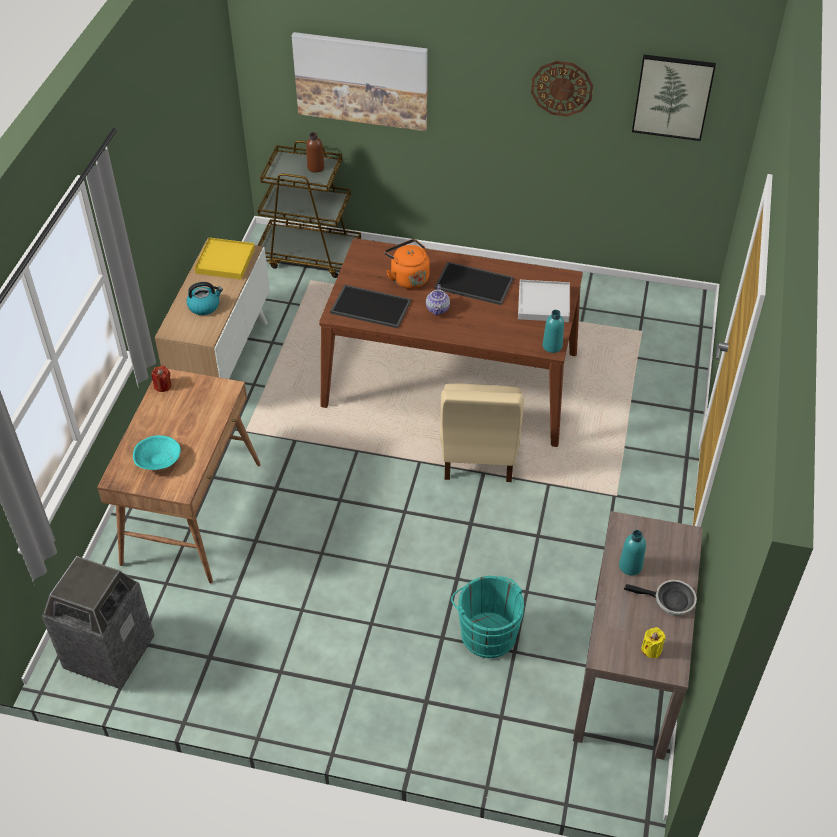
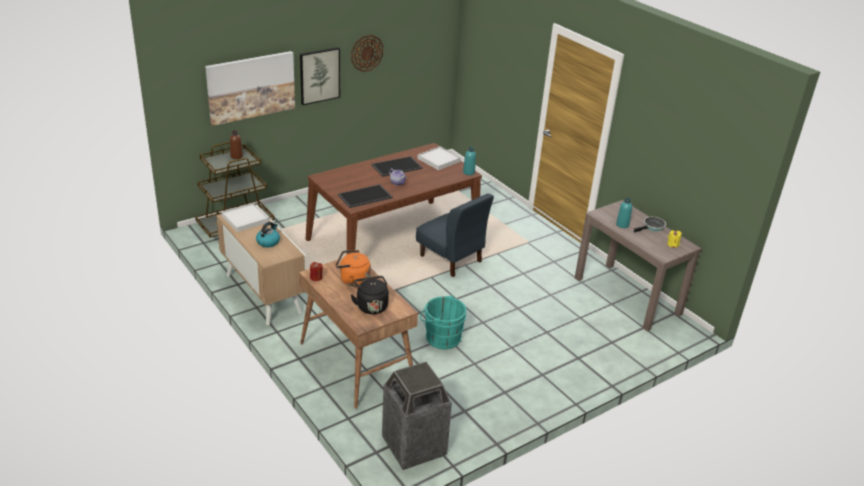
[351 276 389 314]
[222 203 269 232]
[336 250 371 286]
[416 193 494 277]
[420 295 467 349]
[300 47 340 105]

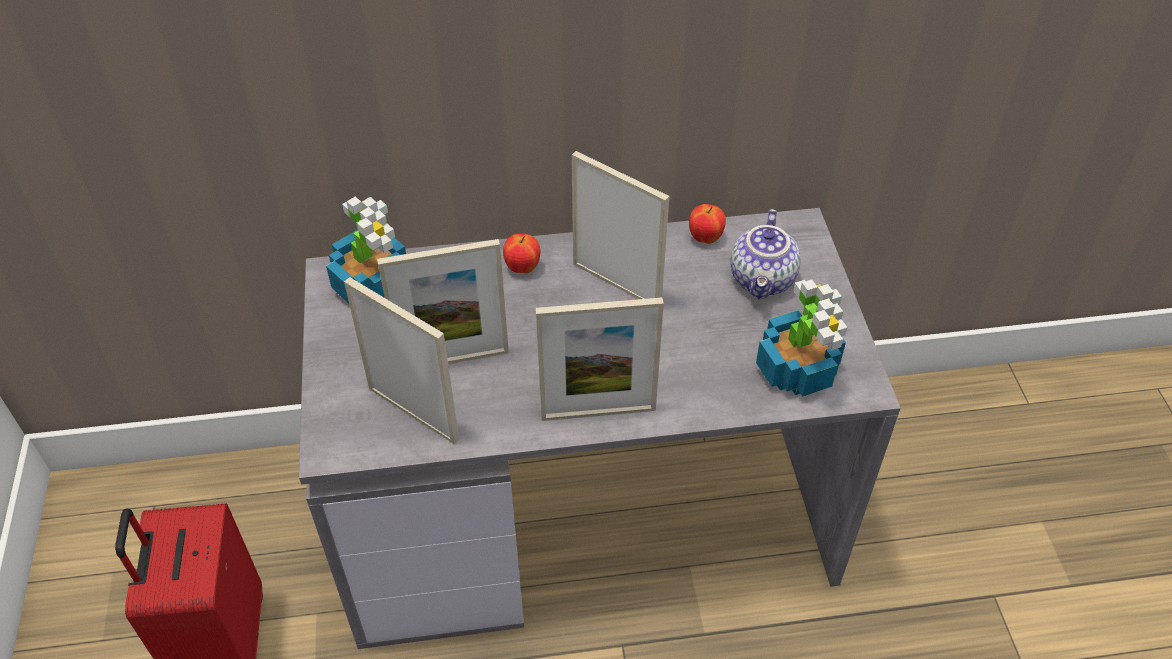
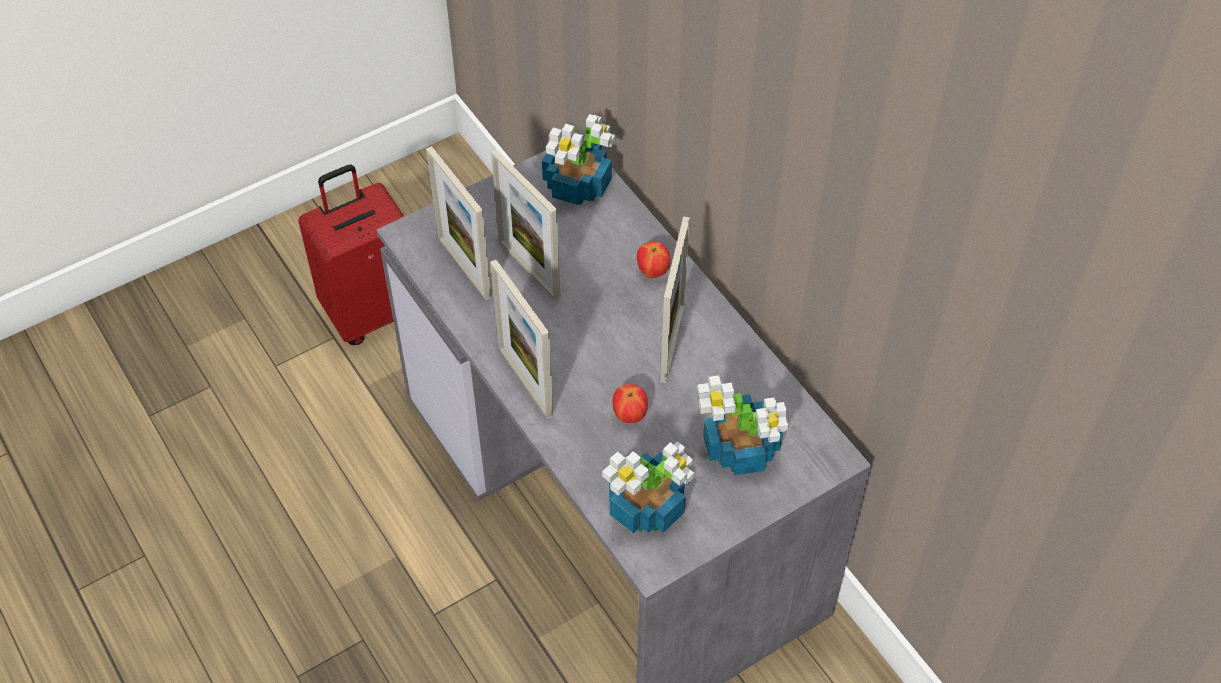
[426 146 491 300]
[612 384 648 423]
[697 375 788 475]

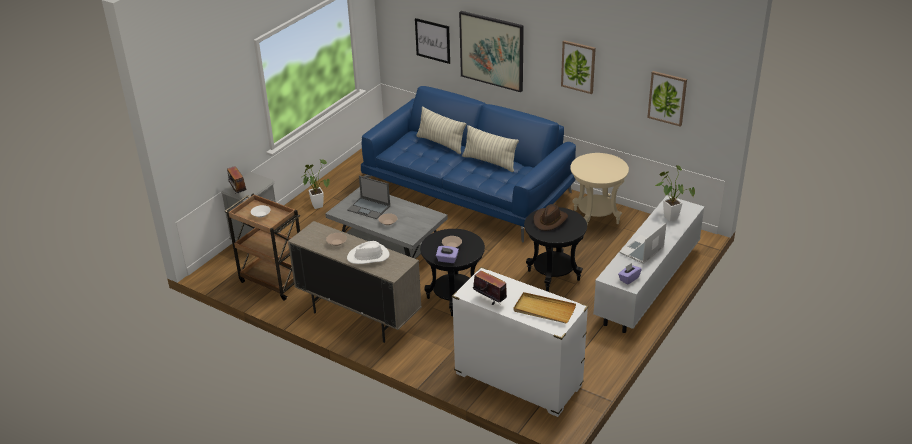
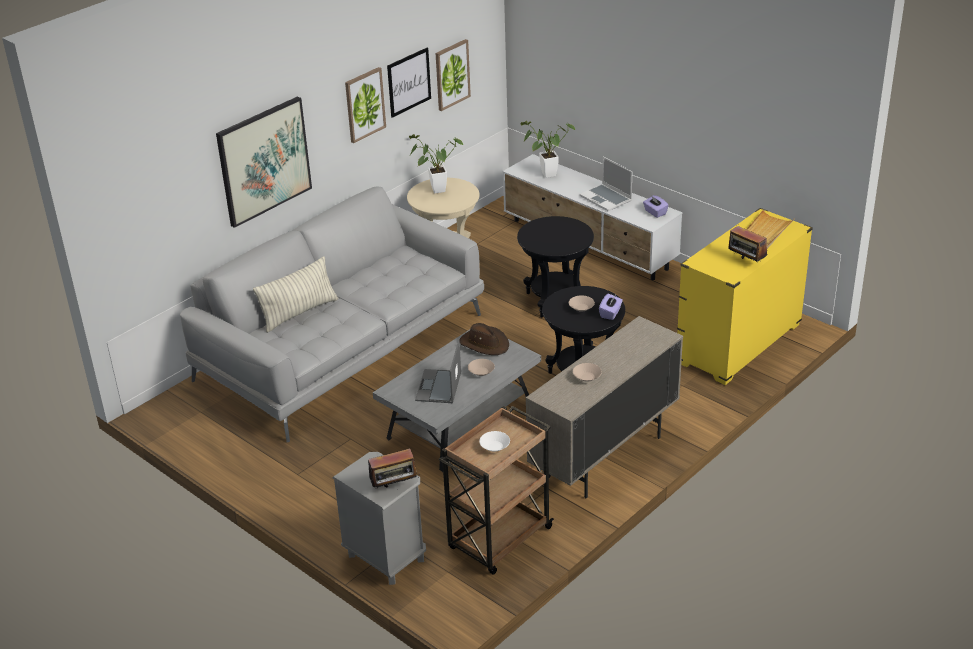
[409 134 463 193]
[415 341 461 403]
[347 241 389 264] (first image)
[180 187 484 442]
[387 48 431 118]
[677 208 813 385]
[462 125 519 172] (first image)
[728 226 767 262]
[459 323 509 355]

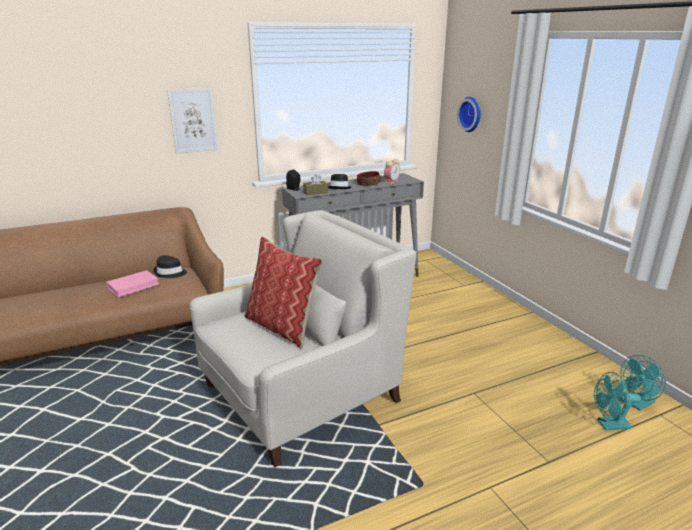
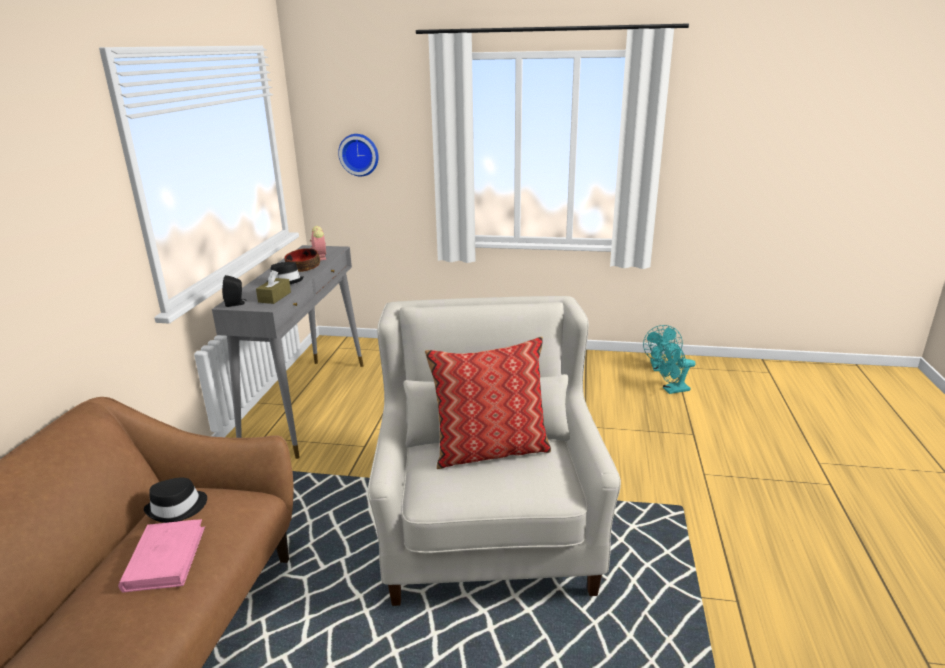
[167 88 218 153] (first image)
[658 342 696 394]

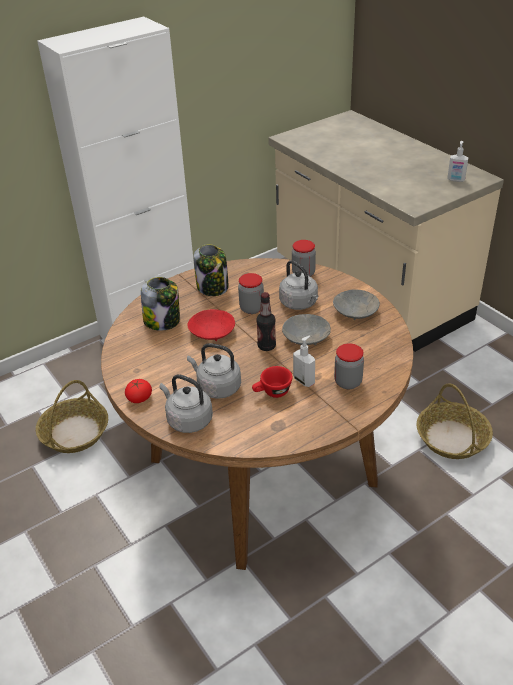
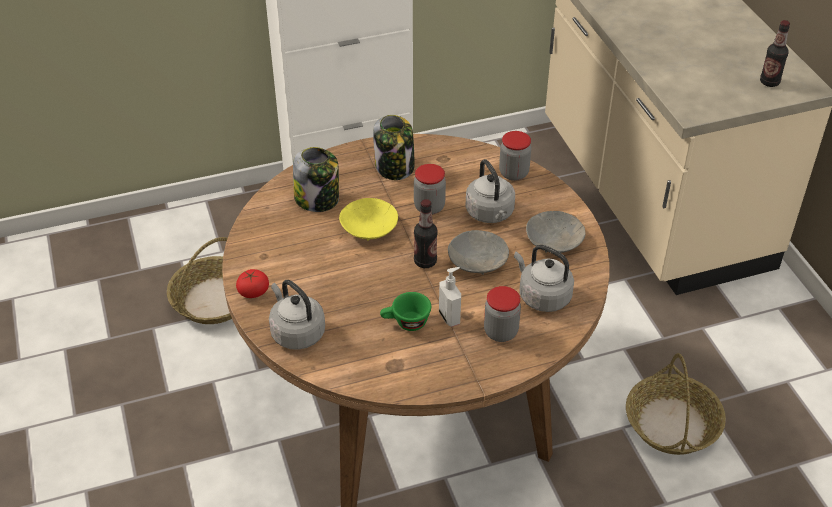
[339 198 398 241]
[514 245 574 312]
[380 292 431 331]
[760 20 790 87]

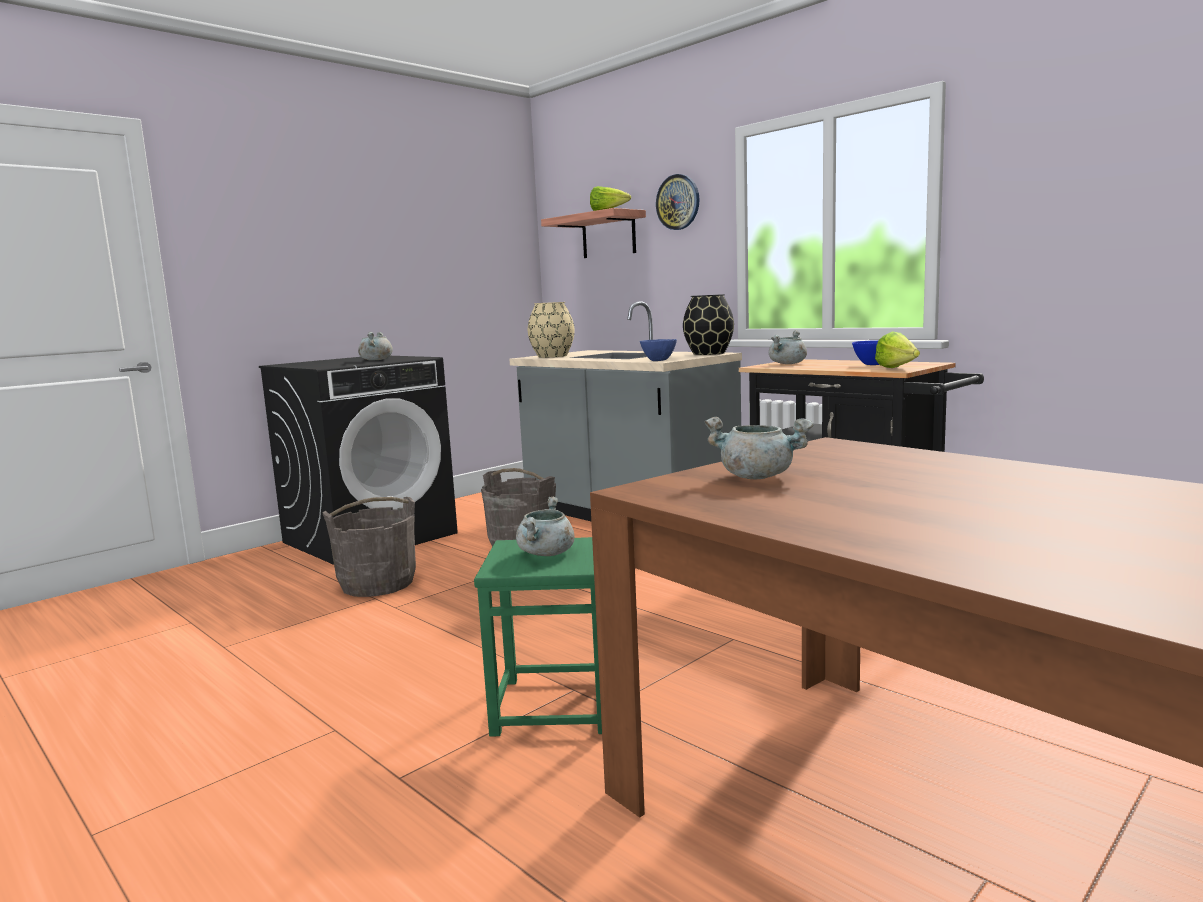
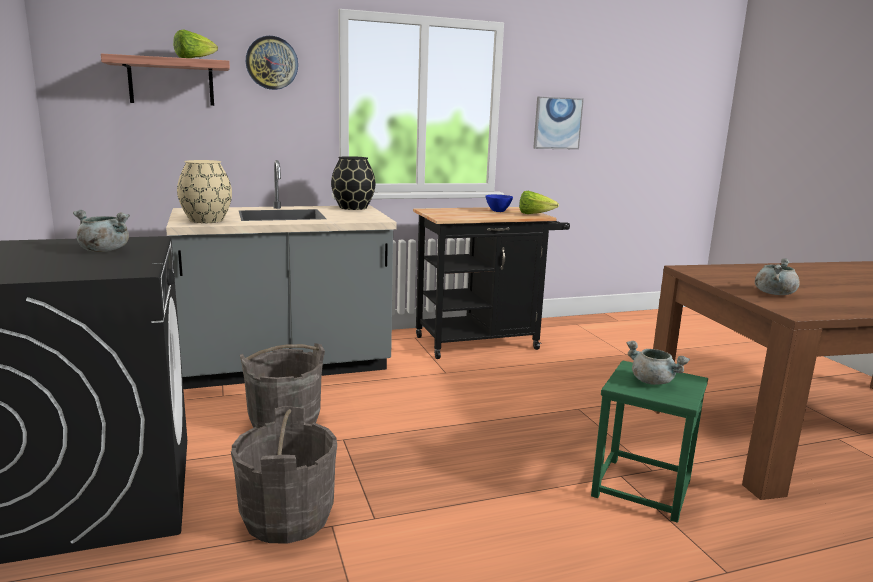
[640 339 677 361] (first image)
[769 330 807 364] (first image)
[533 96 584 150]

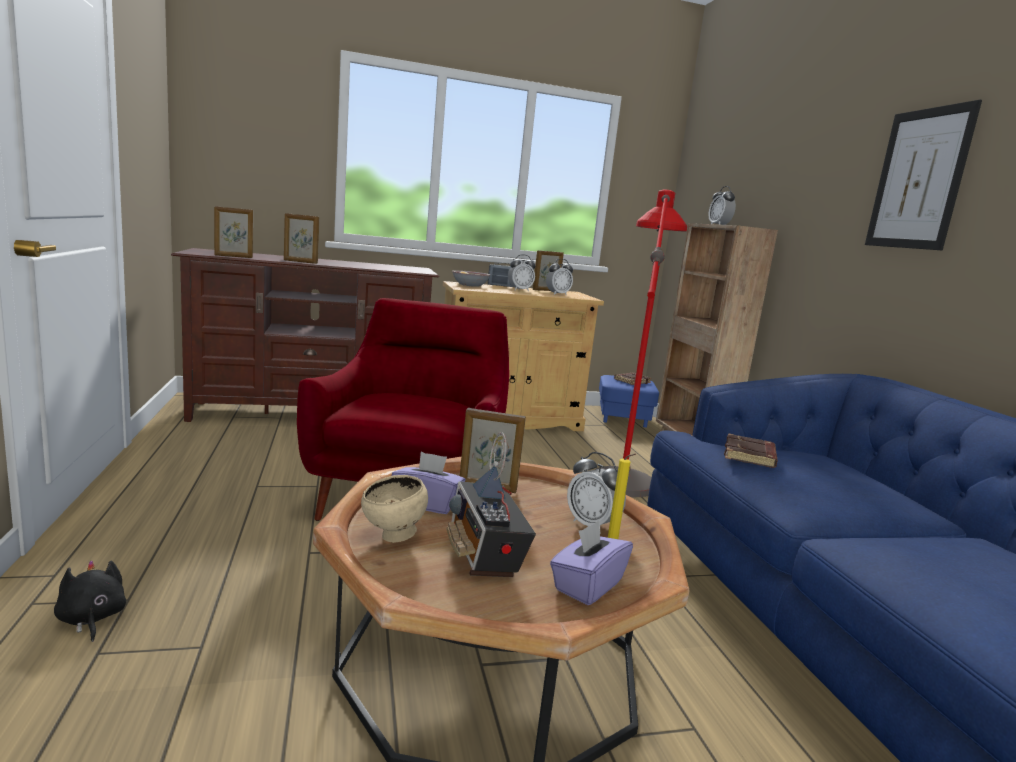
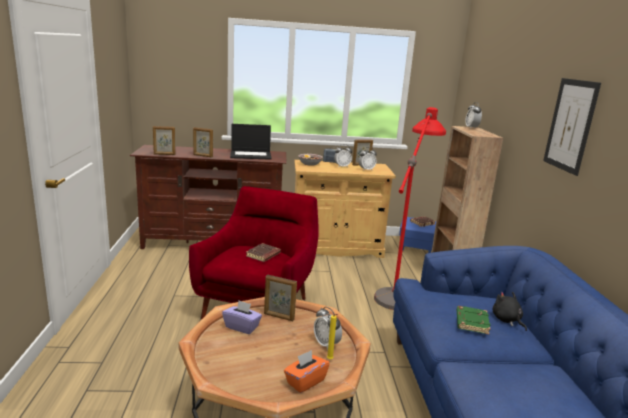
[492 291 527 331]
[361 475 428 543] (first image)
[447 432 536 577] (first image)
[284 350 330 393]
[246 243 281 262]
[230 124 272 160]
[457 306 491 334]

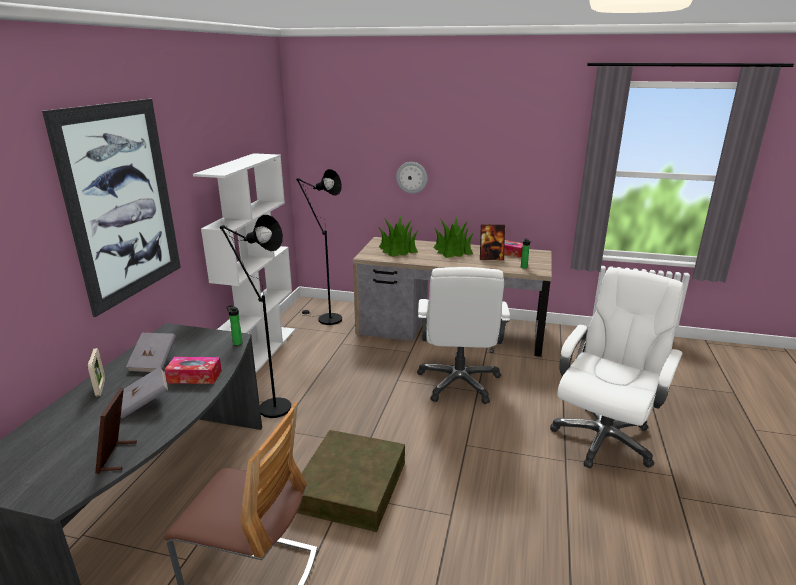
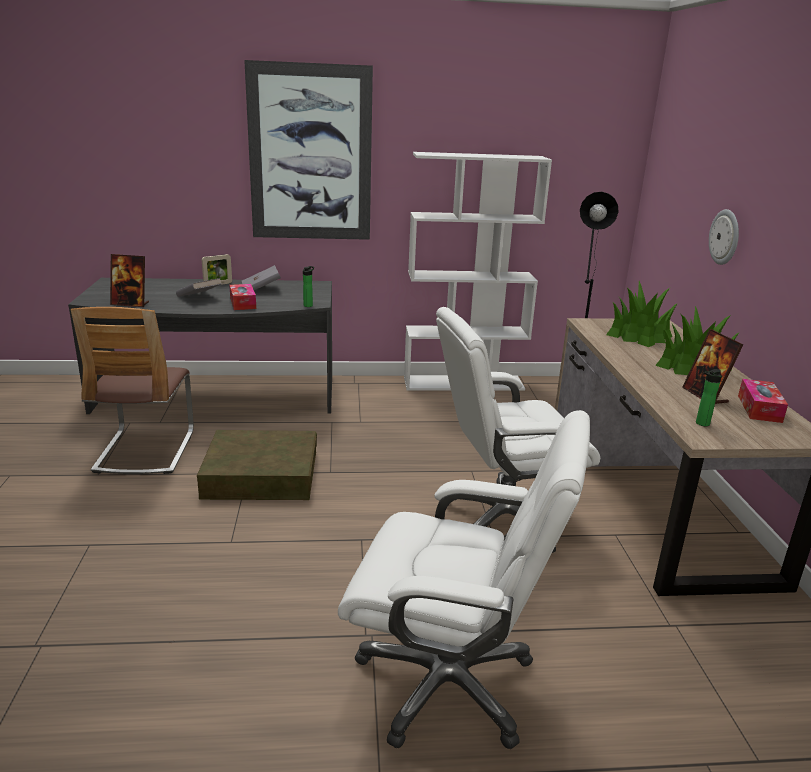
[110 254 149 307]
[220 215 291 418] (first image)

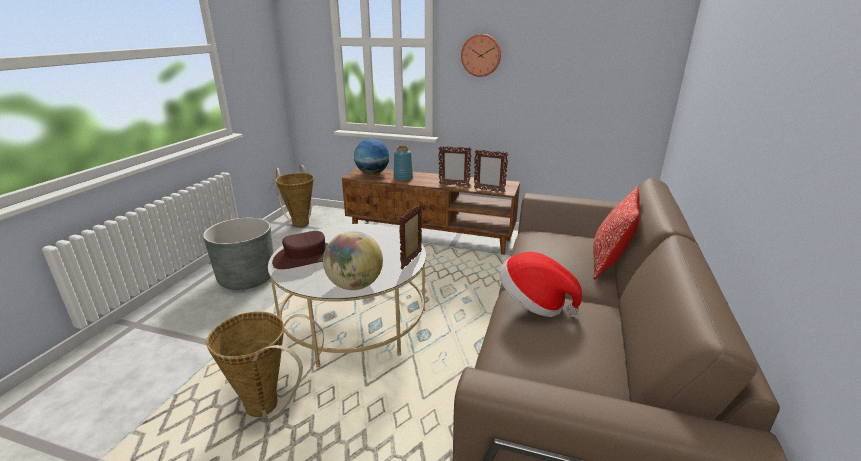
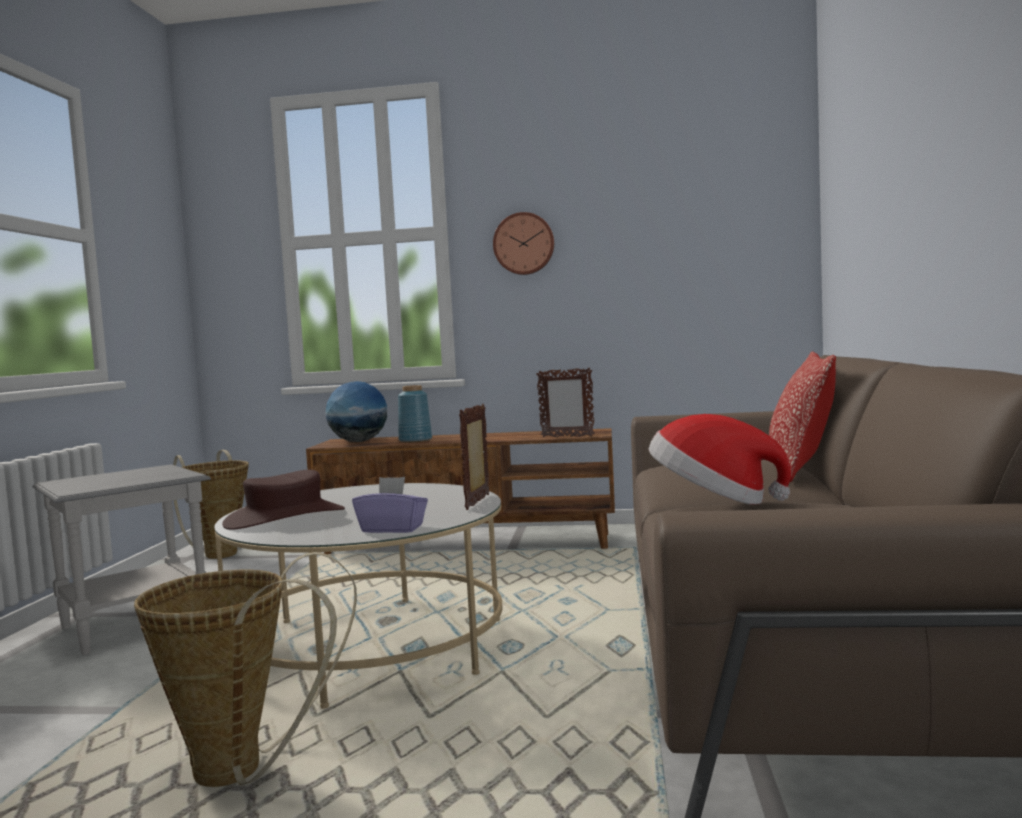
[32 464 211 655]
[352 477 428 533]
[438 146 472 186] (first image)

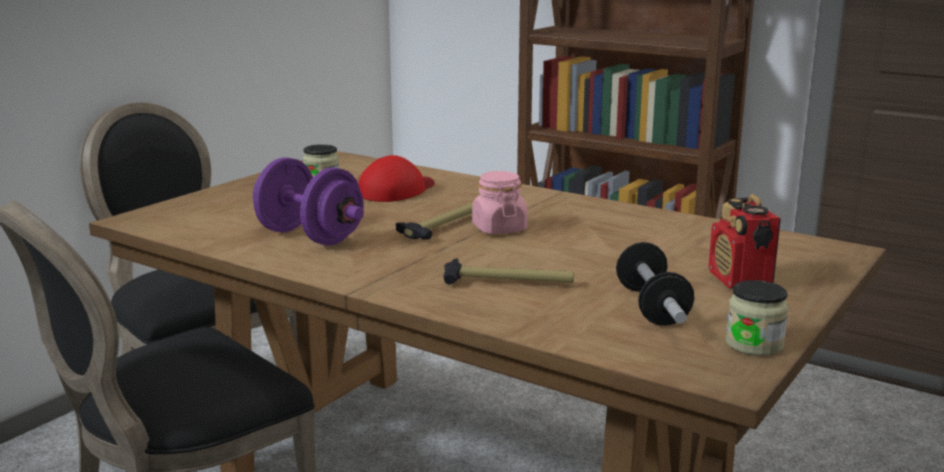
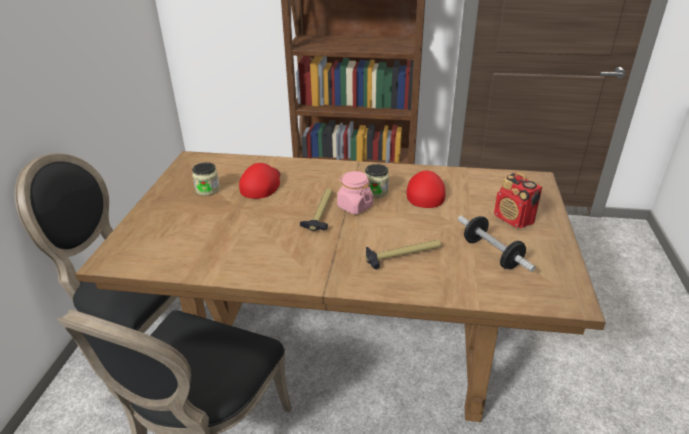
[253 157 364 246] (first image)
[365 164 389 198]
[406 170 445 208]

